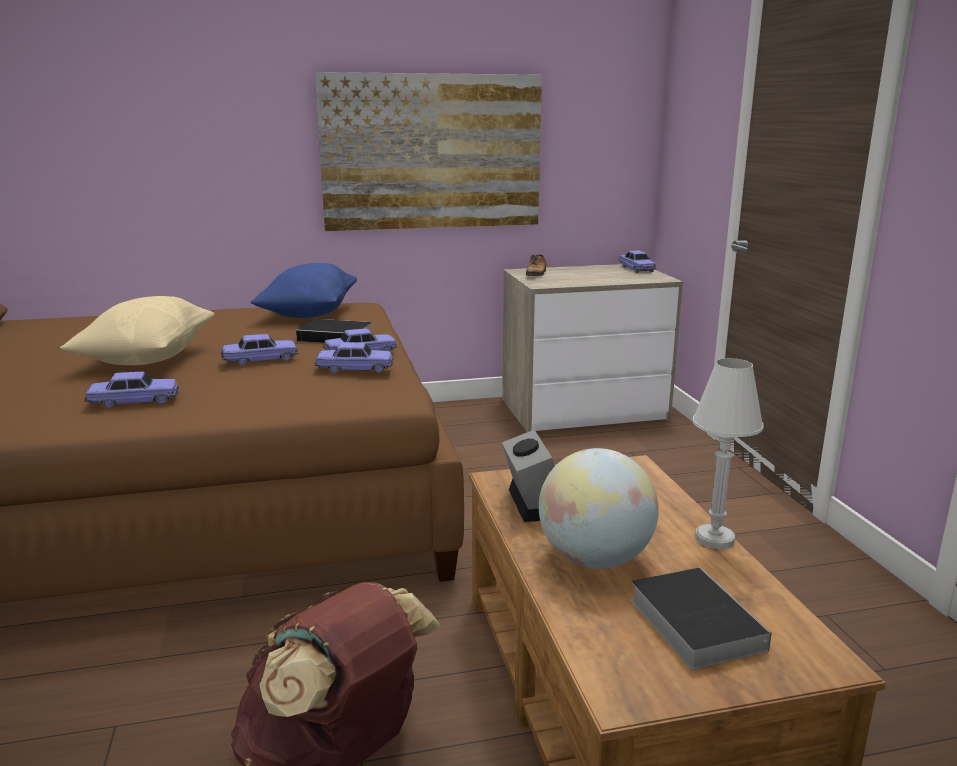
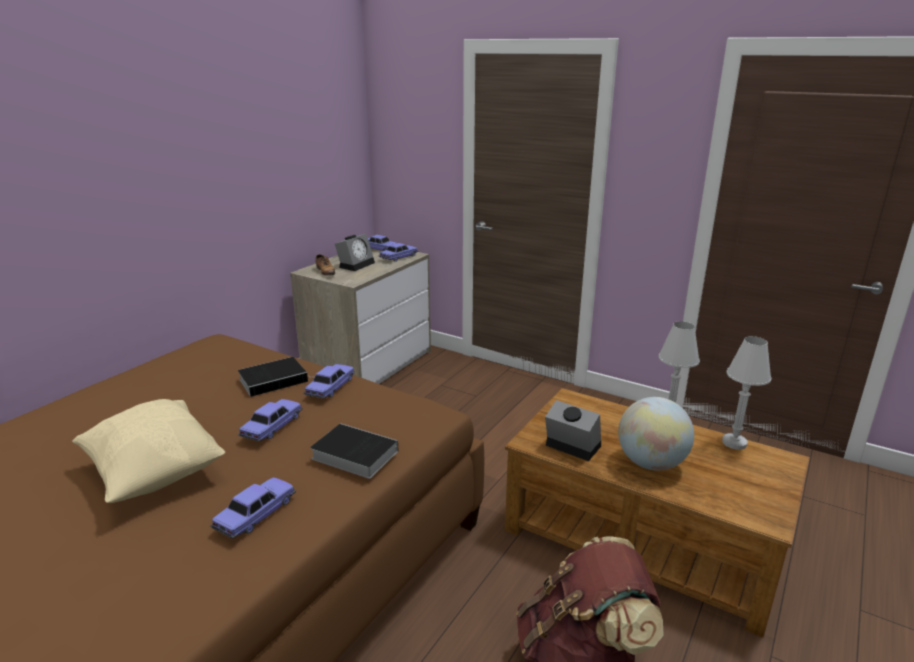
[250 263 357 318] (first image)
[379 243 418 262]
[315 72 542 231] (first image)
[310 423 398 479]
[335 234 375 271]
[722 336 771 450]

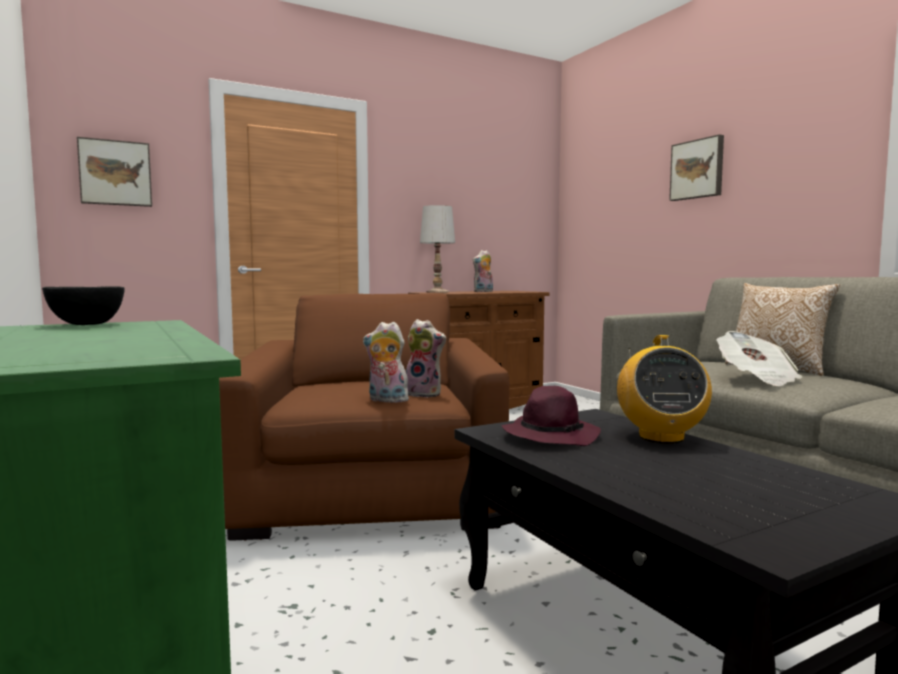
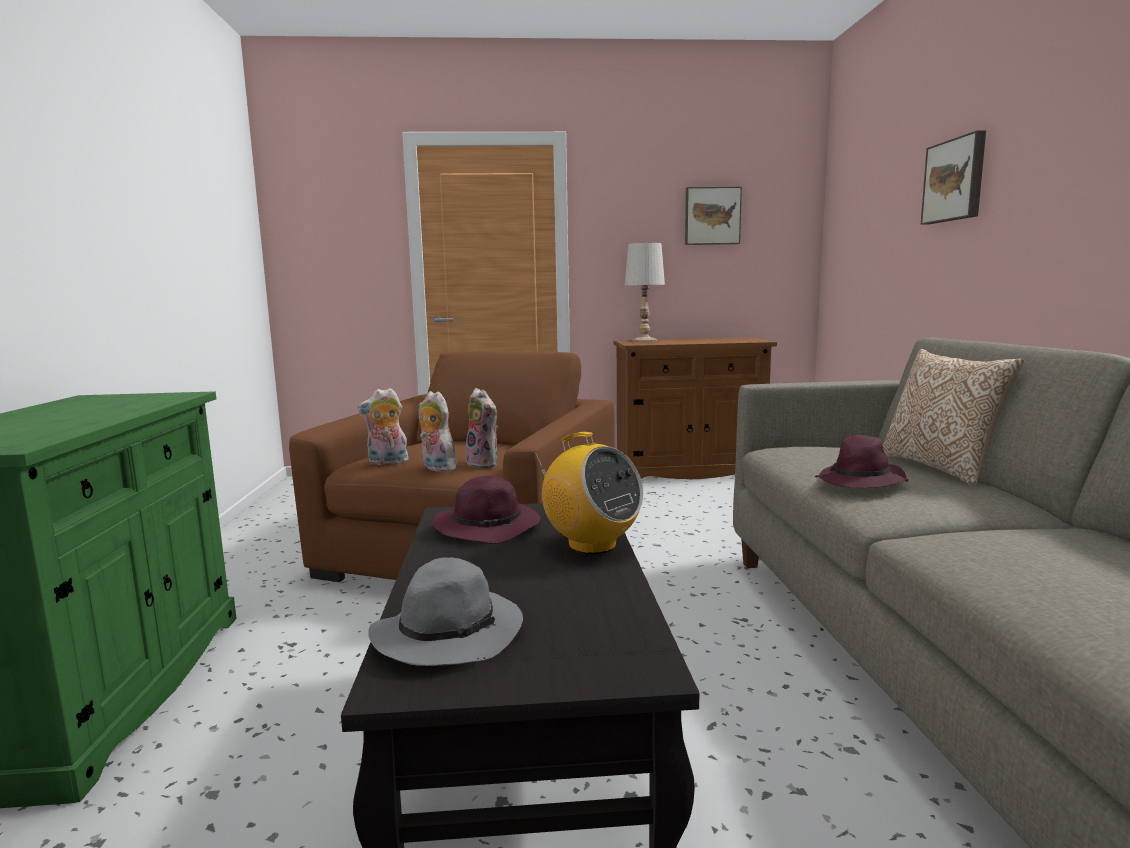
[42 286 125 325] (first image)
[685 187 742 245]
[358 388 408 465]
[534 432 643 554]
[815 435 909 488]
[368 558 523 666]

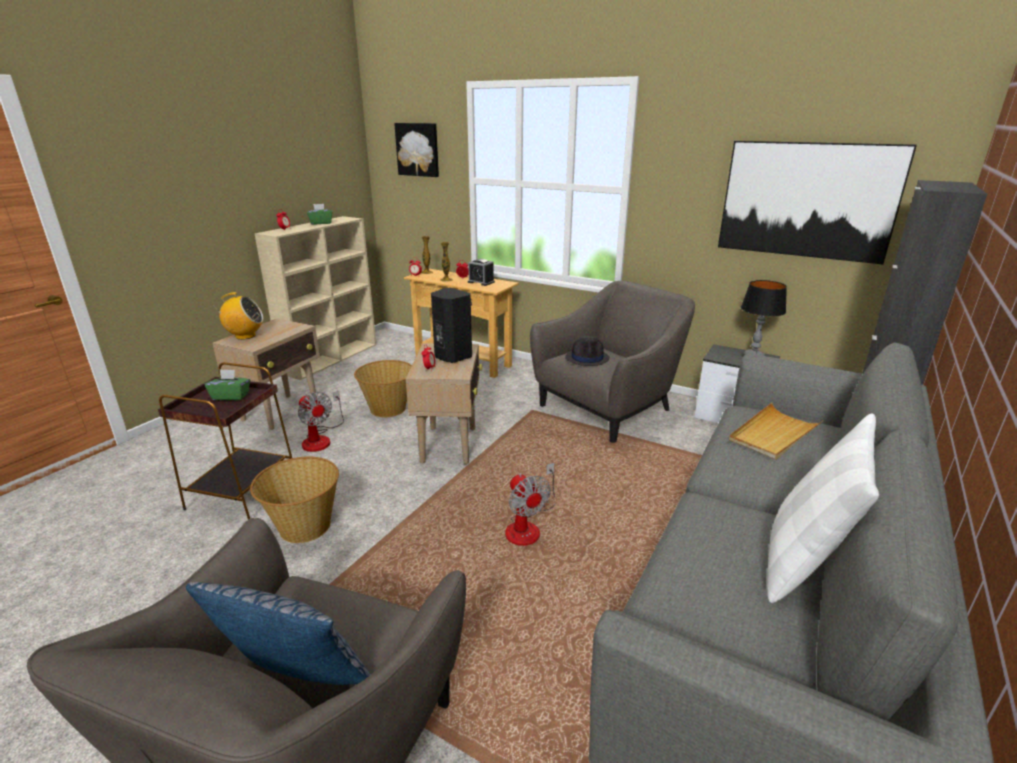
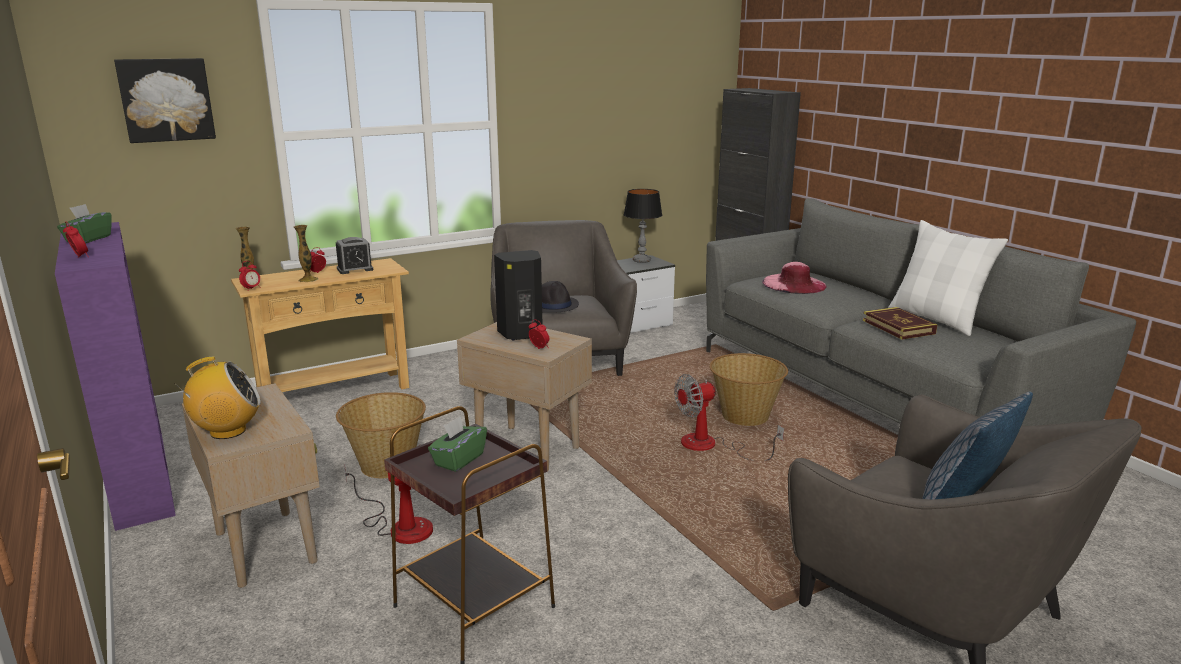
[174 356 261 439]
[709 353 788 426]
[55 222 176 531]
[674 374 784 461]
[718 141 917 264] (first image)
[762 262 826 294]
[863 307 937 339]

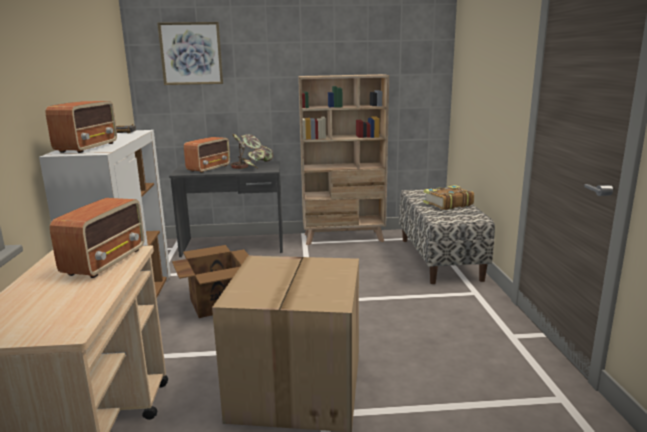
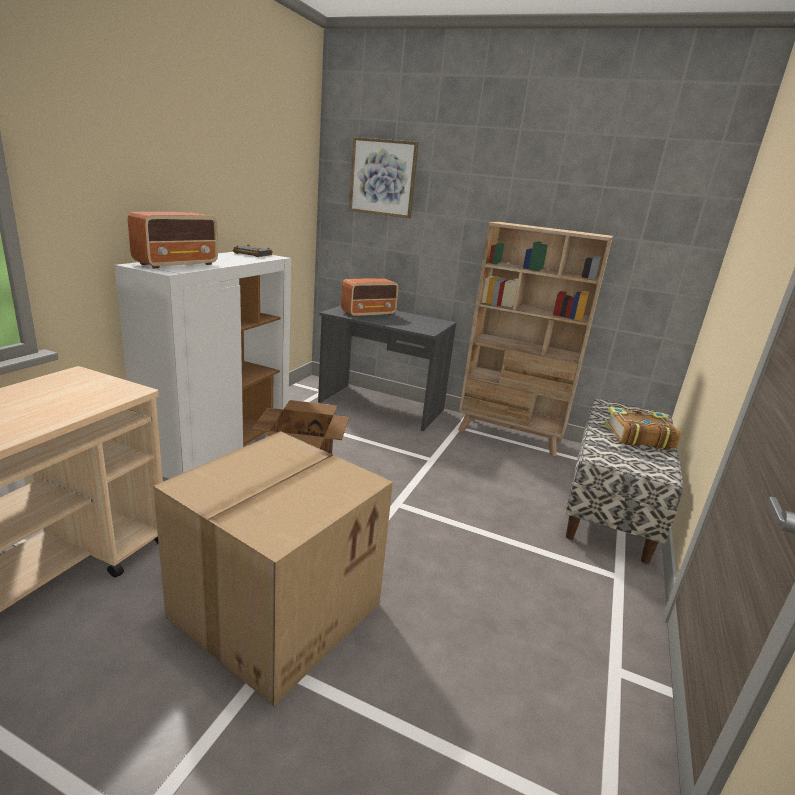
[50 198 144 278] (first image)
[231 134 274 169] (first image)

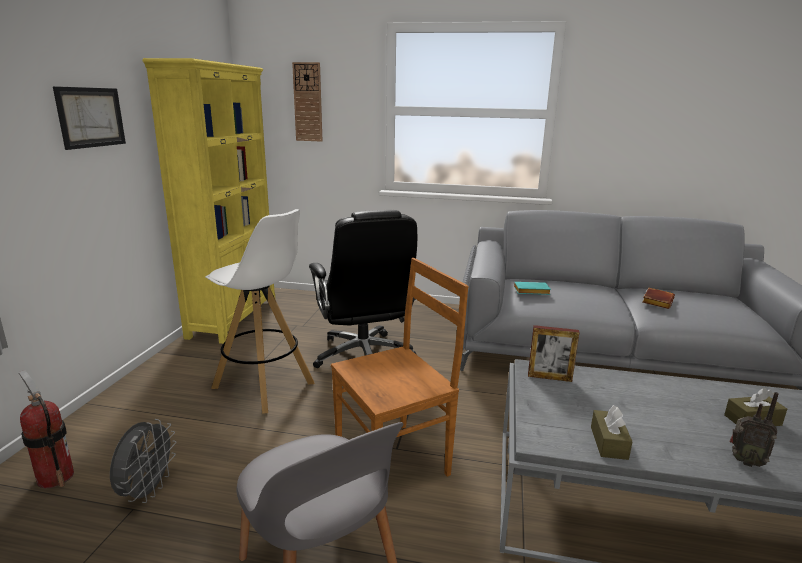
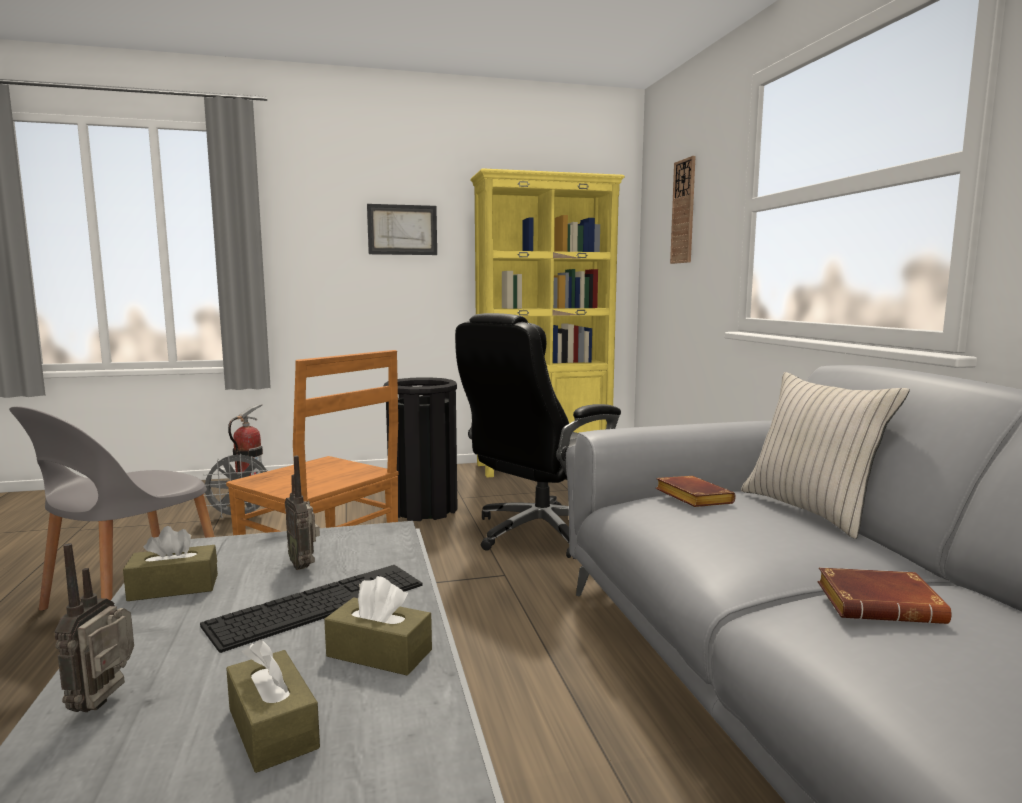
[384 377 458 521]
[655 476 736 507]
[528 325 580 382] (first image)
[200 565 422 653]
[285 456 320 570]
[324 576 432 676]
[741 372 910 539]

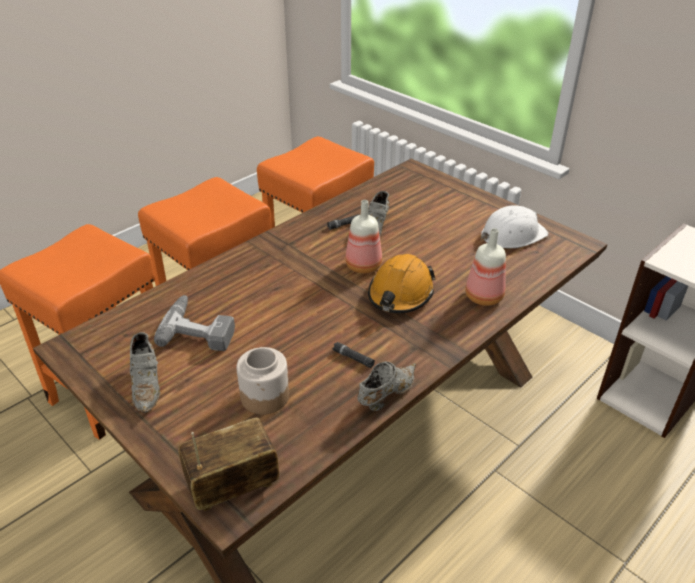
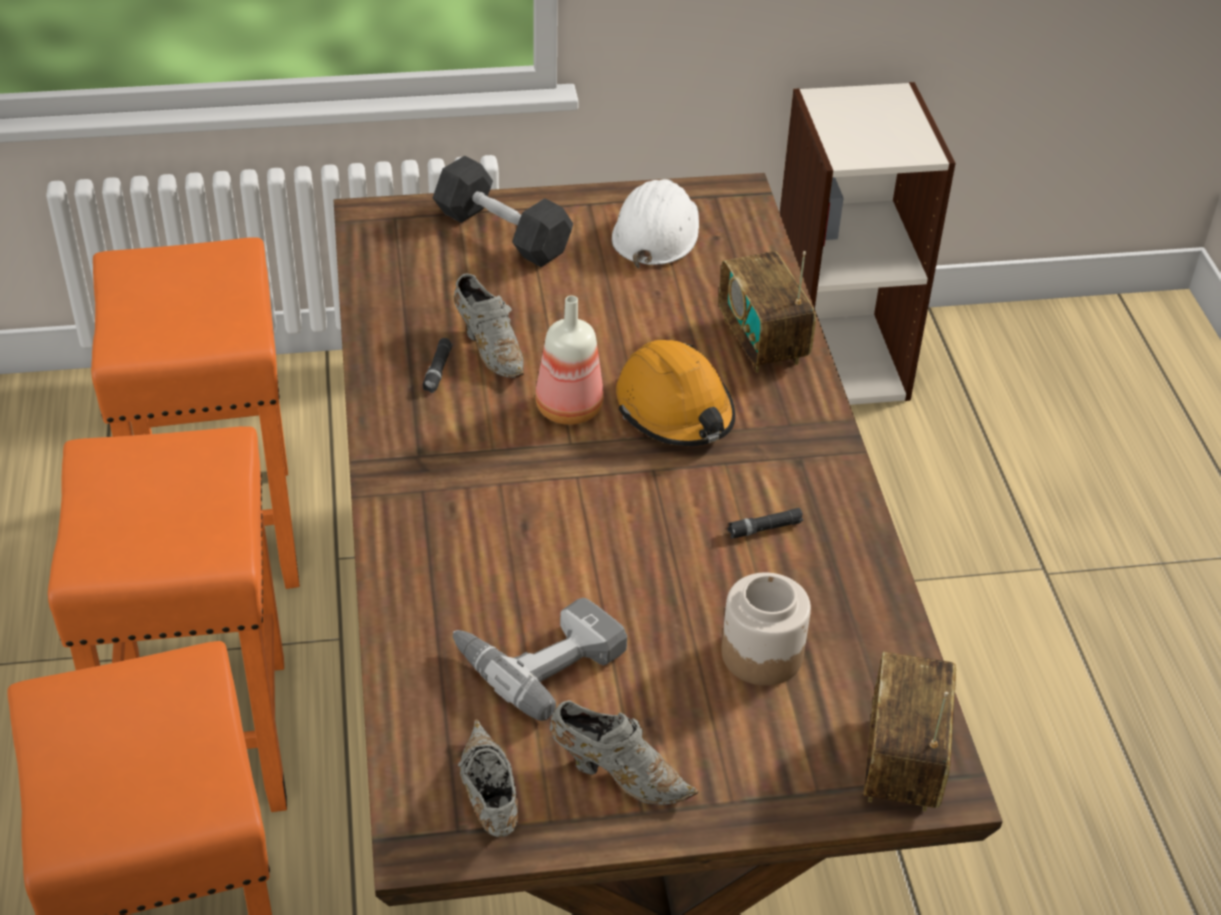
[458 719 518 837]
[719 251 816 373]
[433 156 573 267]

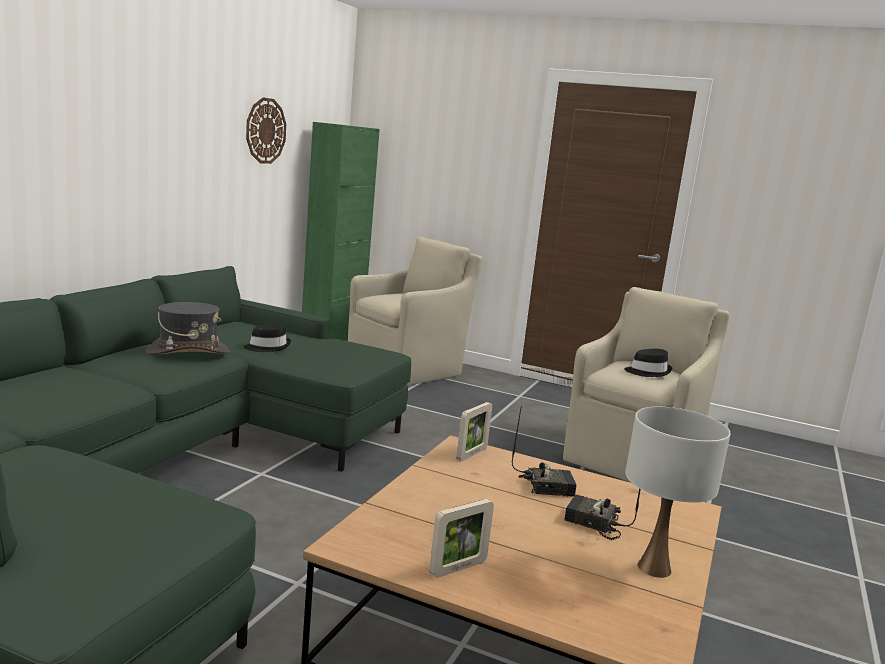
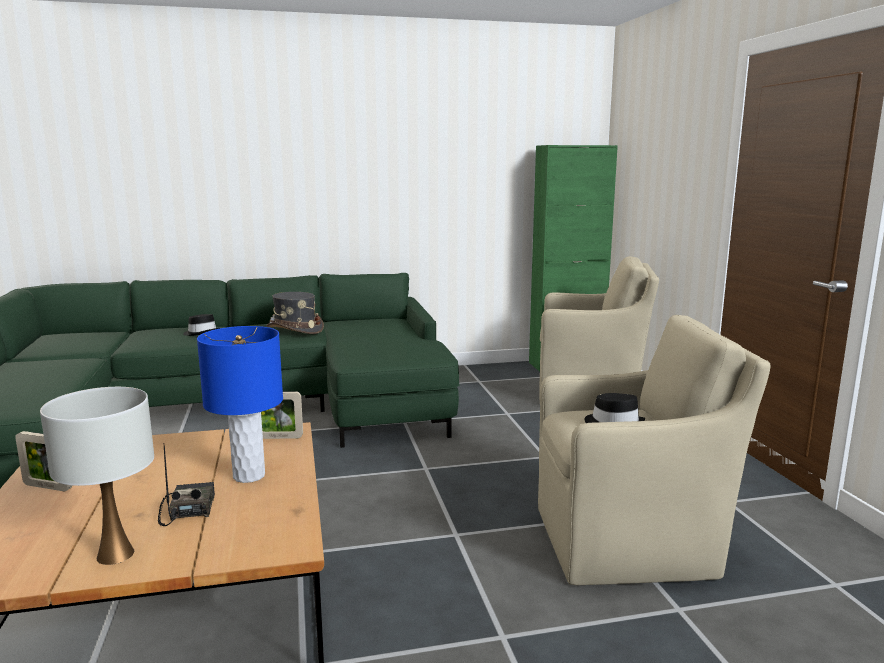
[183 314 220 336]
[246 97 286 164] (first image)
[197 326 283 483]

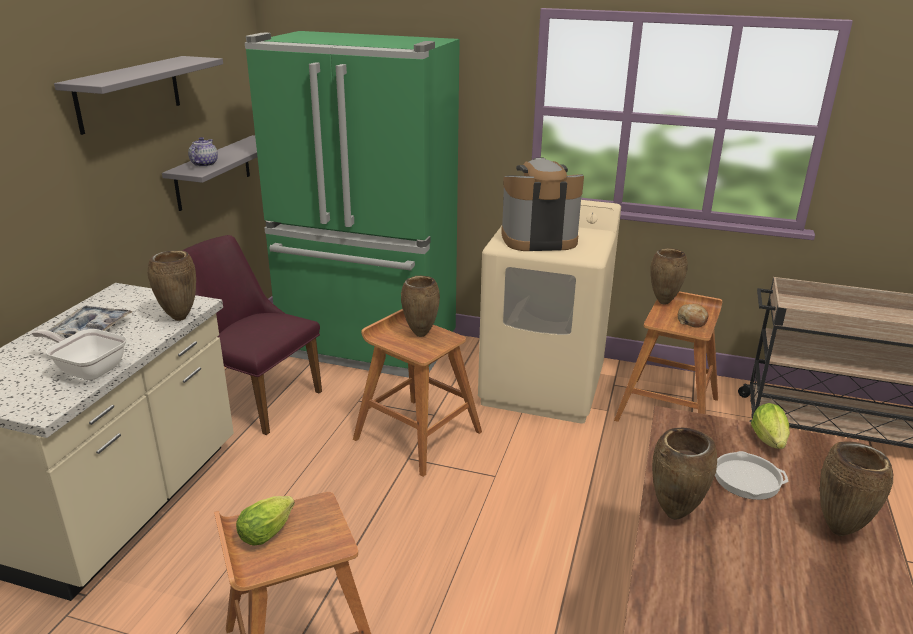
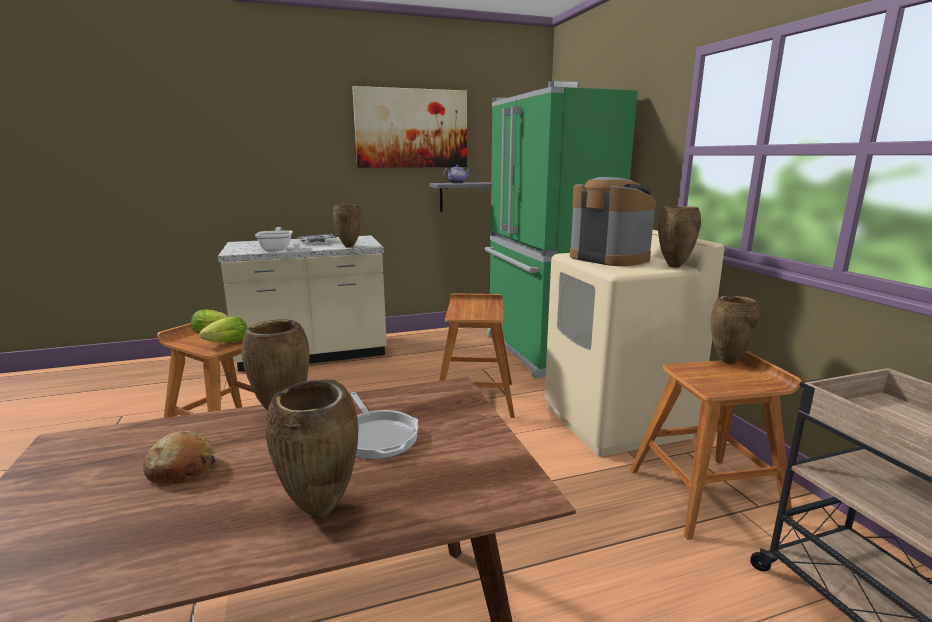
[352 86 467 168]
[182 235 322 435] (first image)
[658 206 701 268]
[143 431 216 484]
[200 317 247 343]

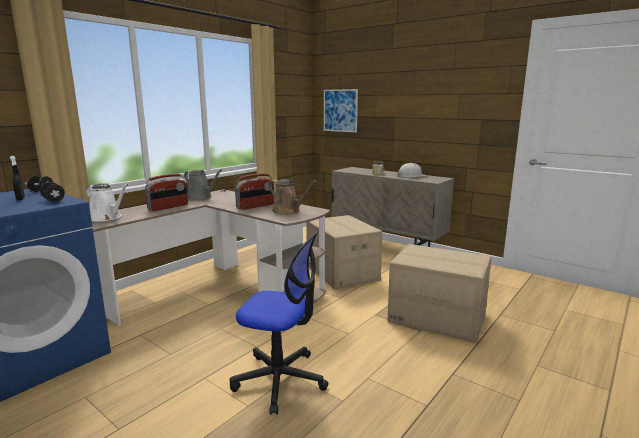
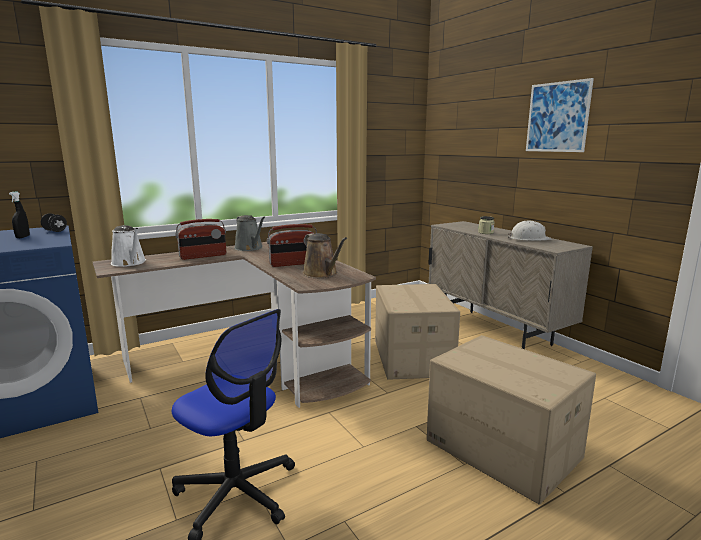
[40 182 65 202] (first image)
[526 78 594 152]

